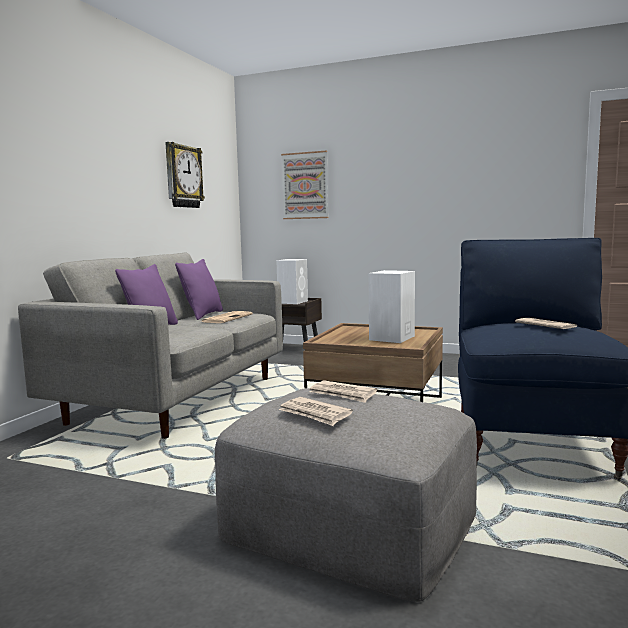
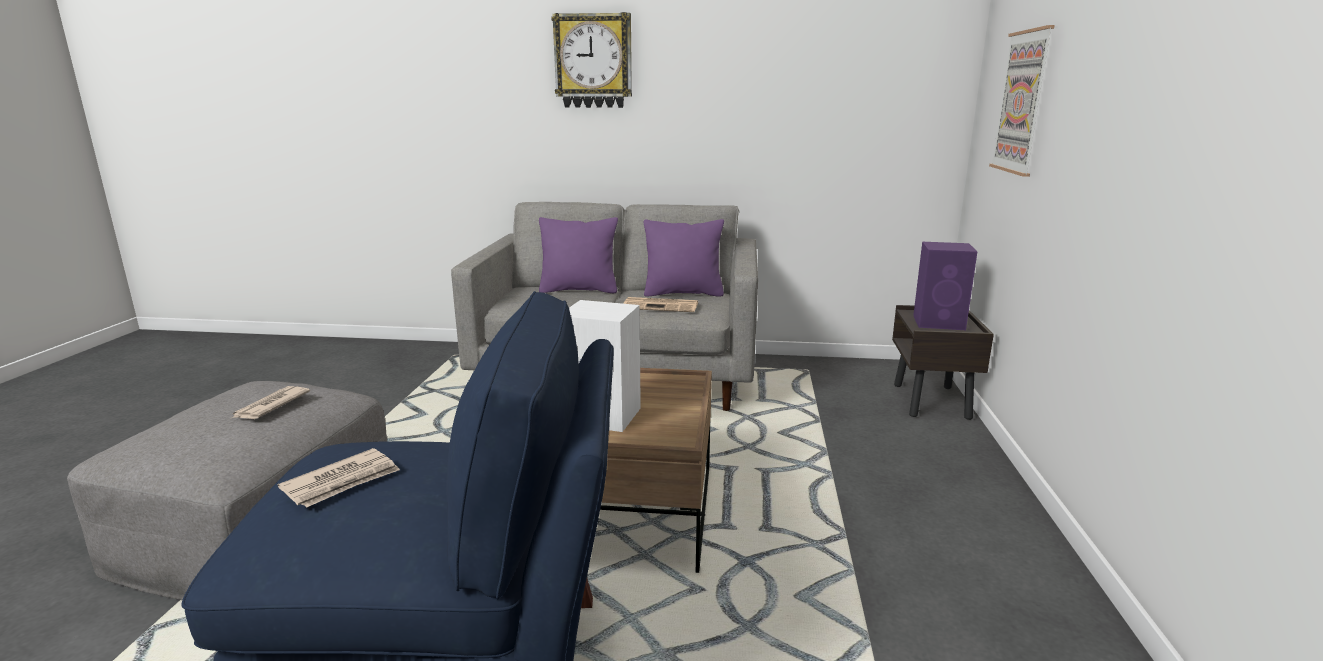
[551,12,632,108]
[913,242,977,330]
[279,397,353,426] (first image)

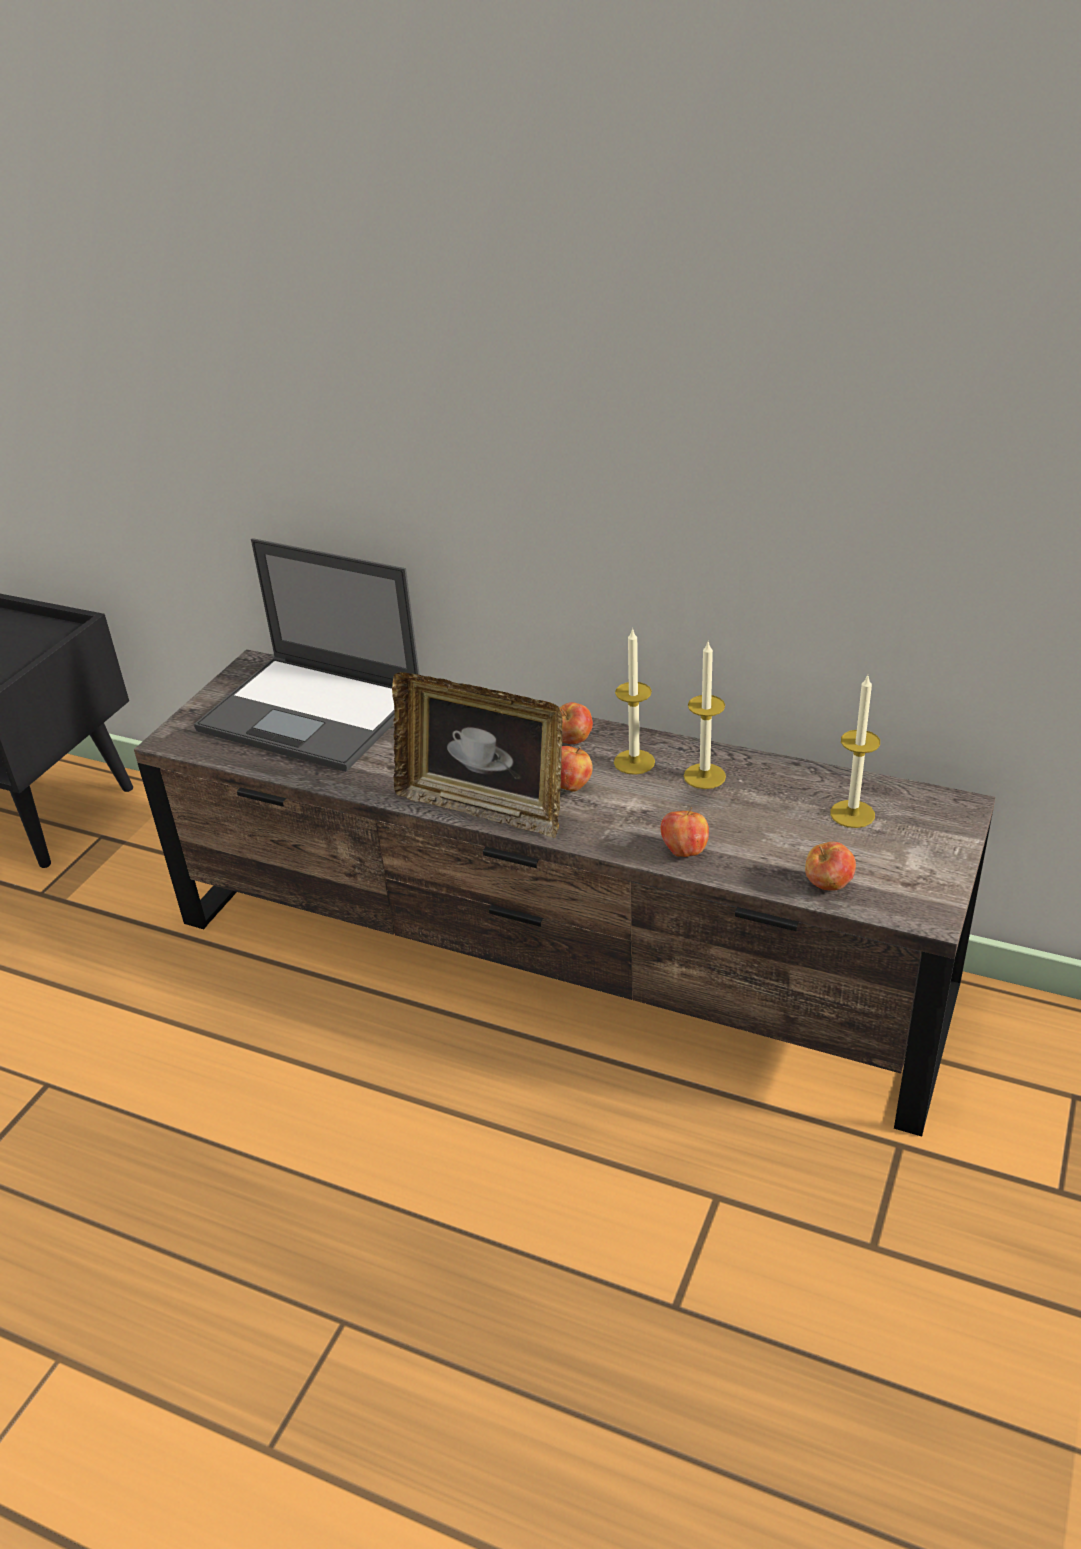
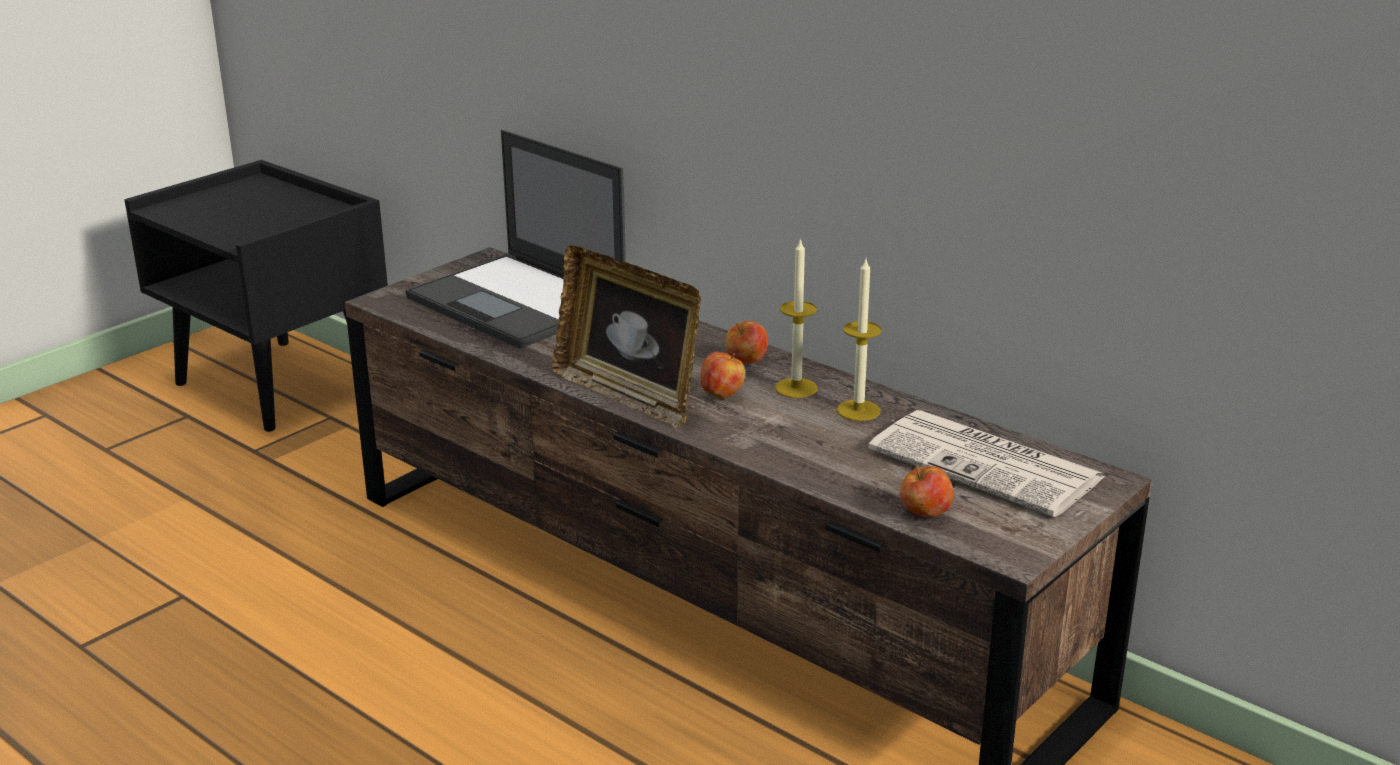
[661,807,709,857] (first image)
[868,410,1105,517]

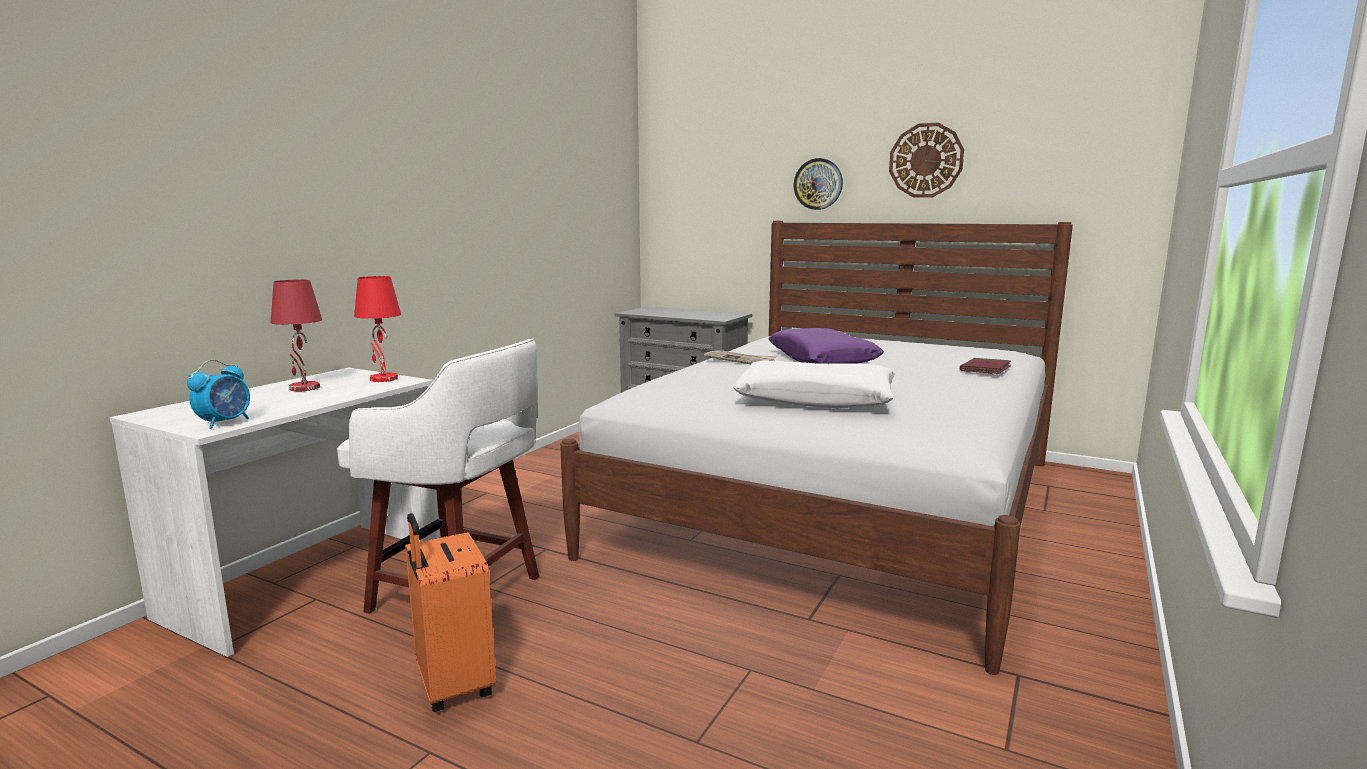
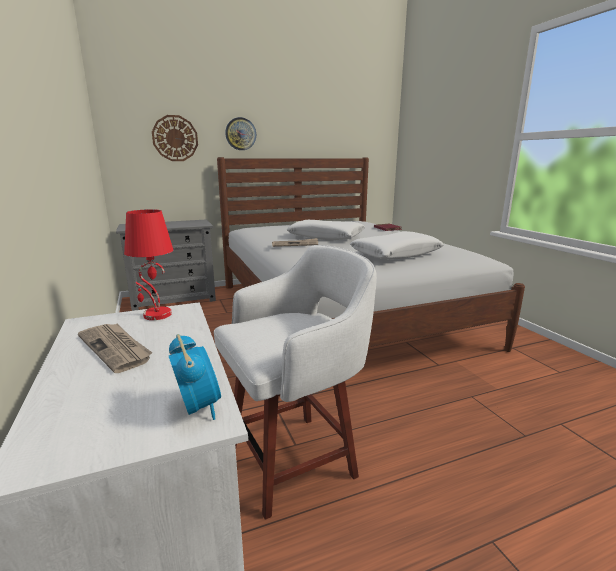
[78,324,152,373]
[405,513,496,712] (first image)
[287,220,365,241]
[152,115,198,161]

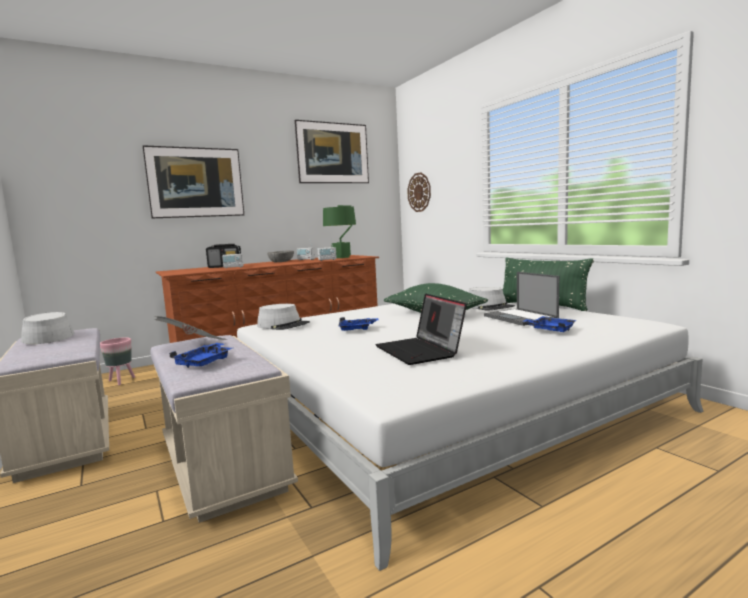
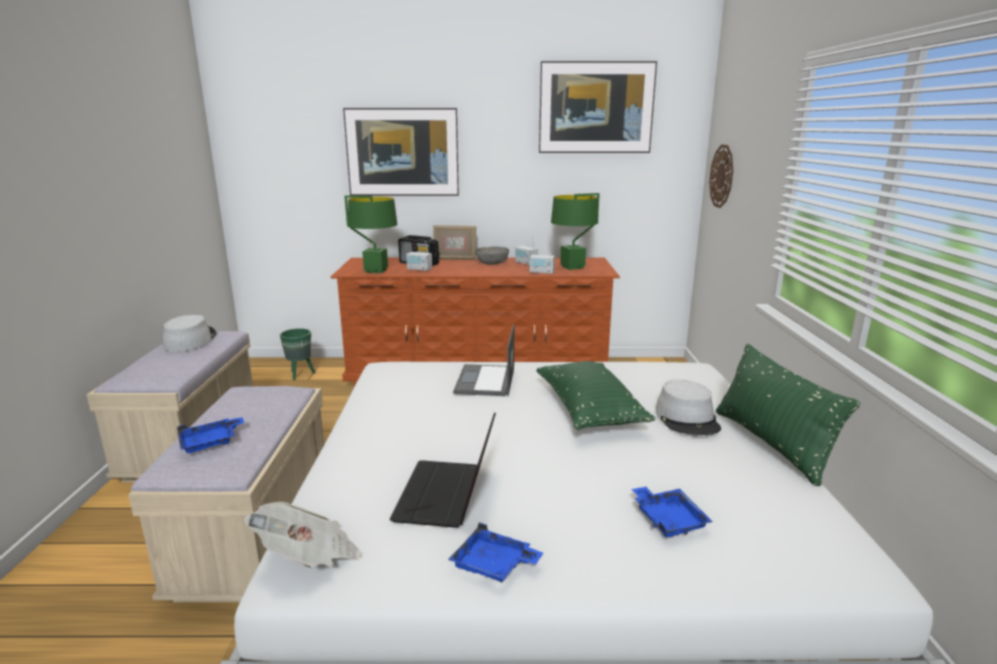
[280,328,315,381]
[244,502,363,568]
[257,304,310,330] (first image)
[448,523,543,582]
[453,324,514,396]
[345,195,398,273]
[433,225,476,260]

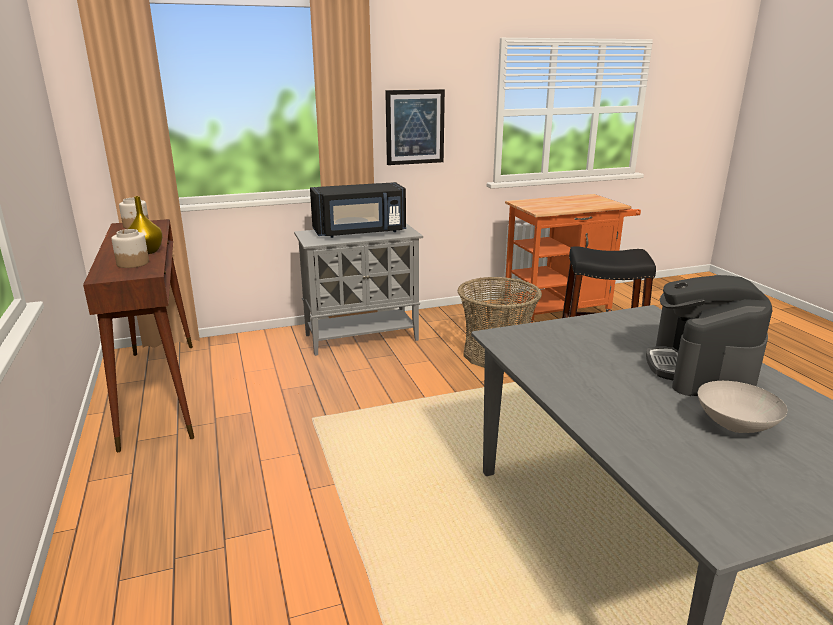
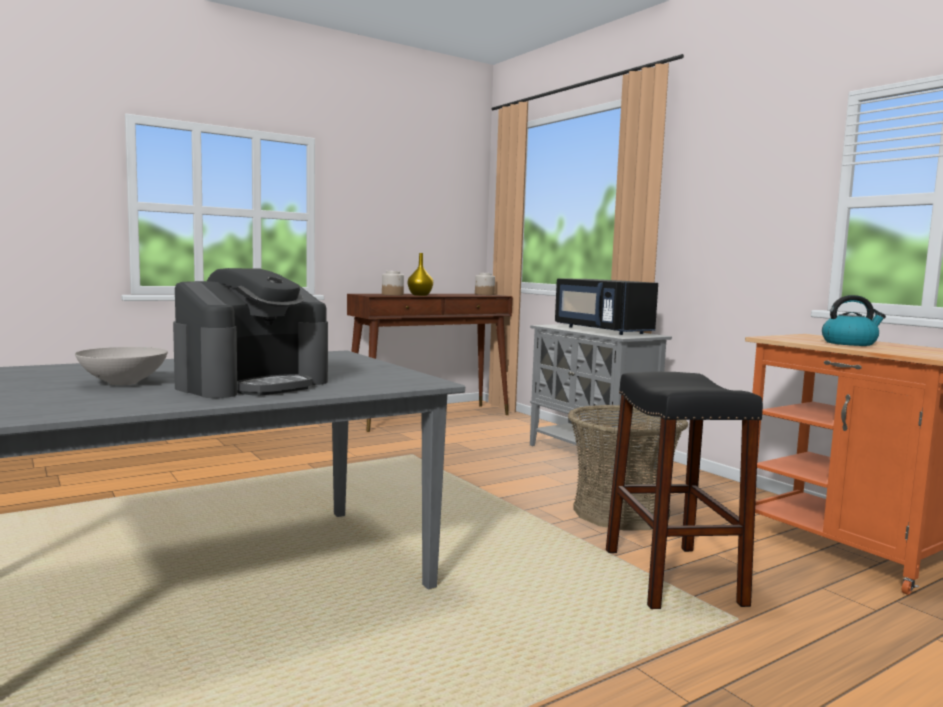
[385,89,445,165] (first image)
[173,268,328,398]
[822,295,886,346]

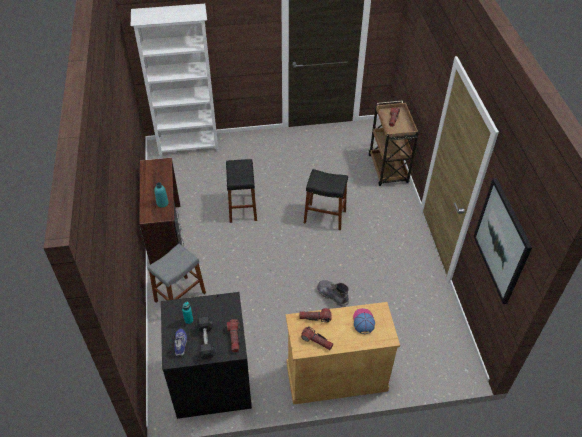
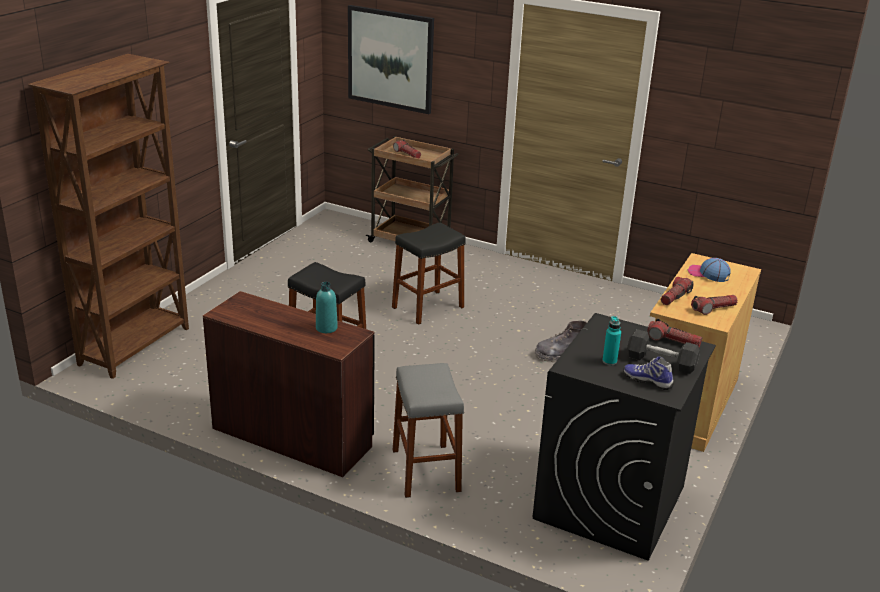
[28,54,189,379]
[348,5,434,114]

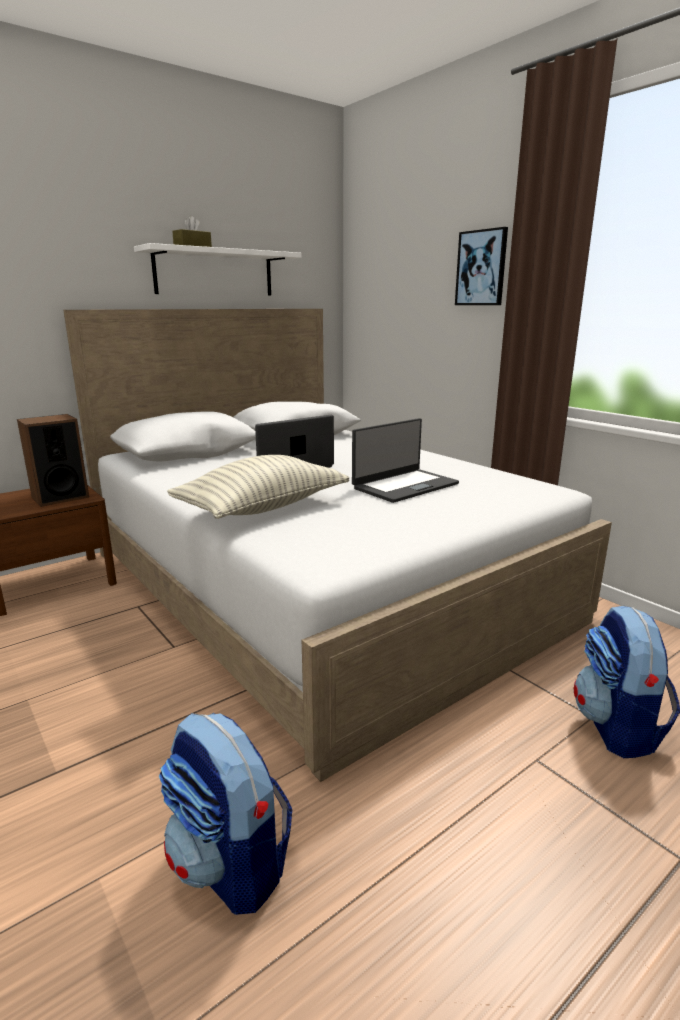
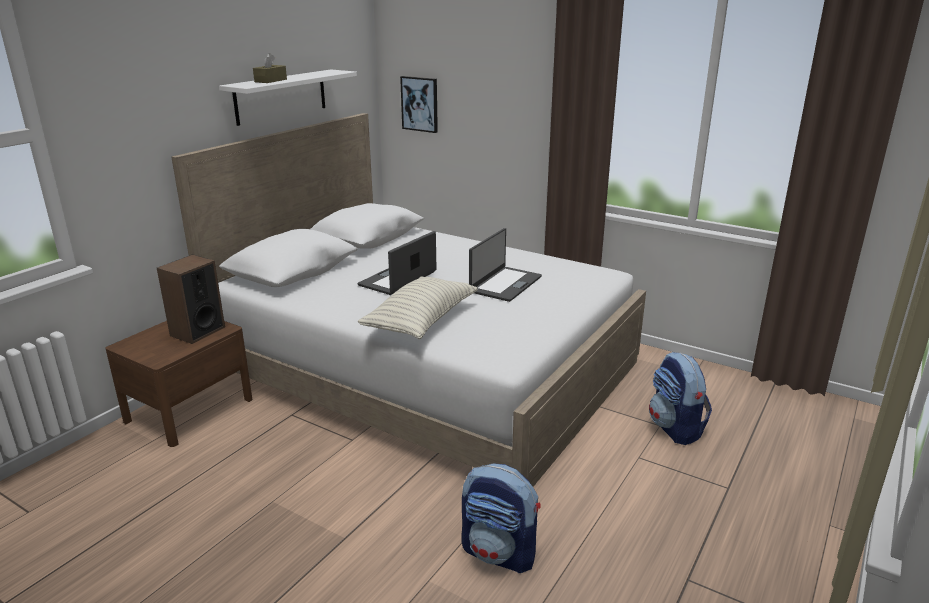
[400,76,438,133]

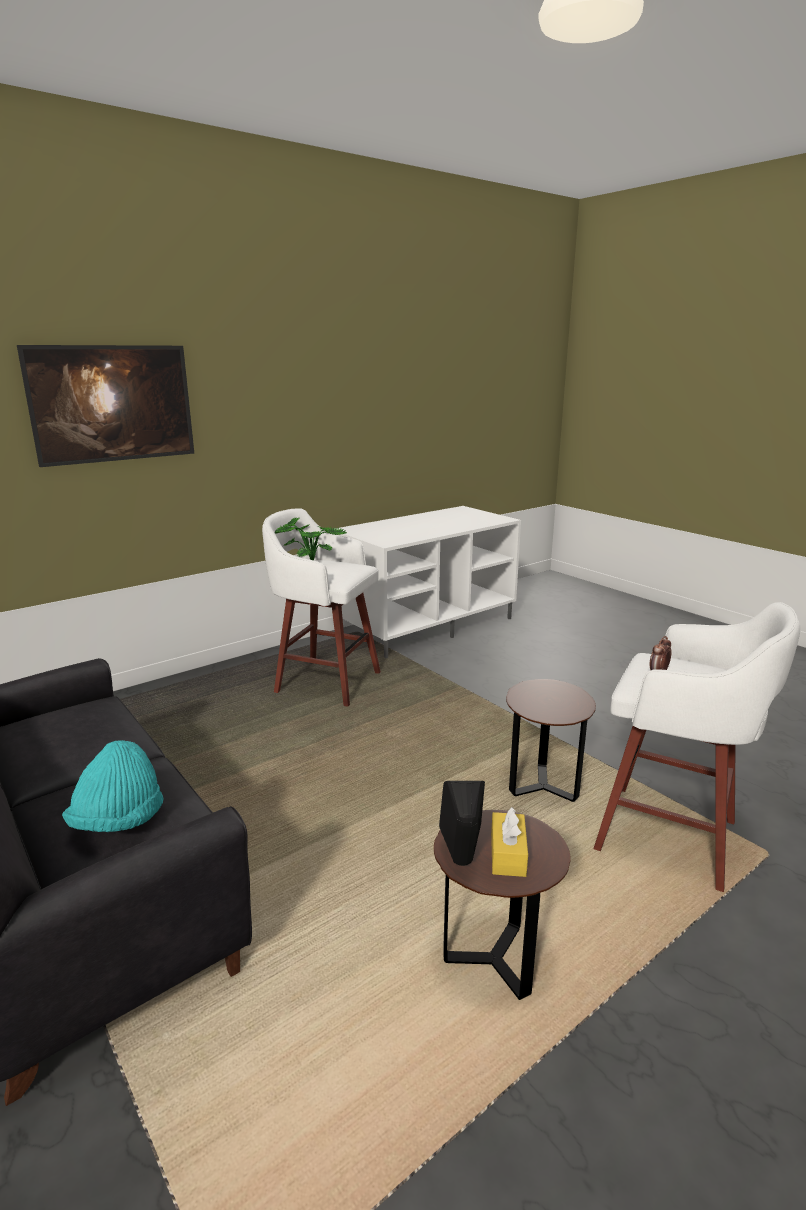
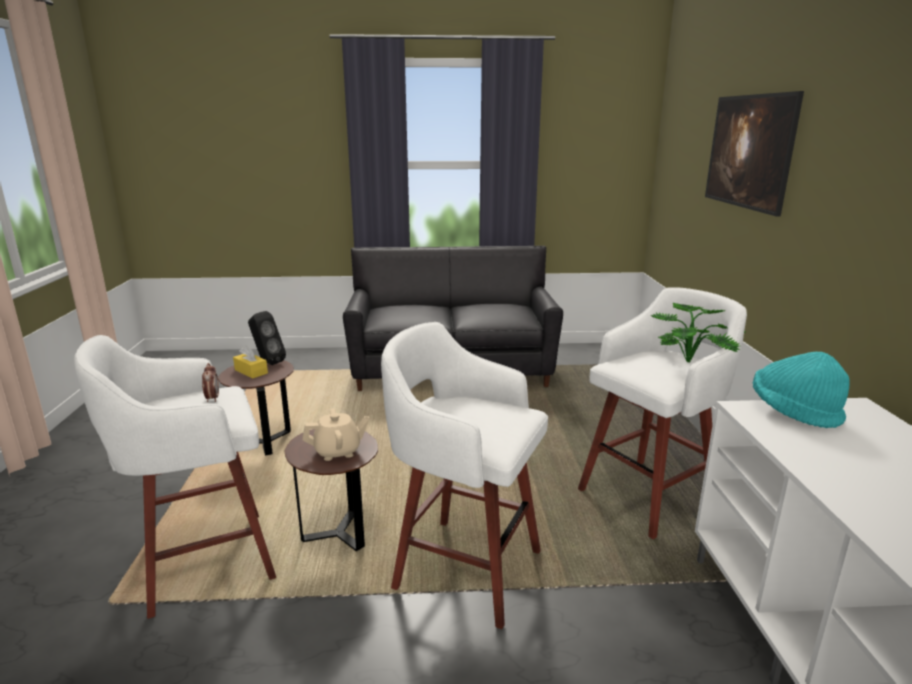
[753,352,850,428]
[302,408,370,461]
[381,322,548,629]

